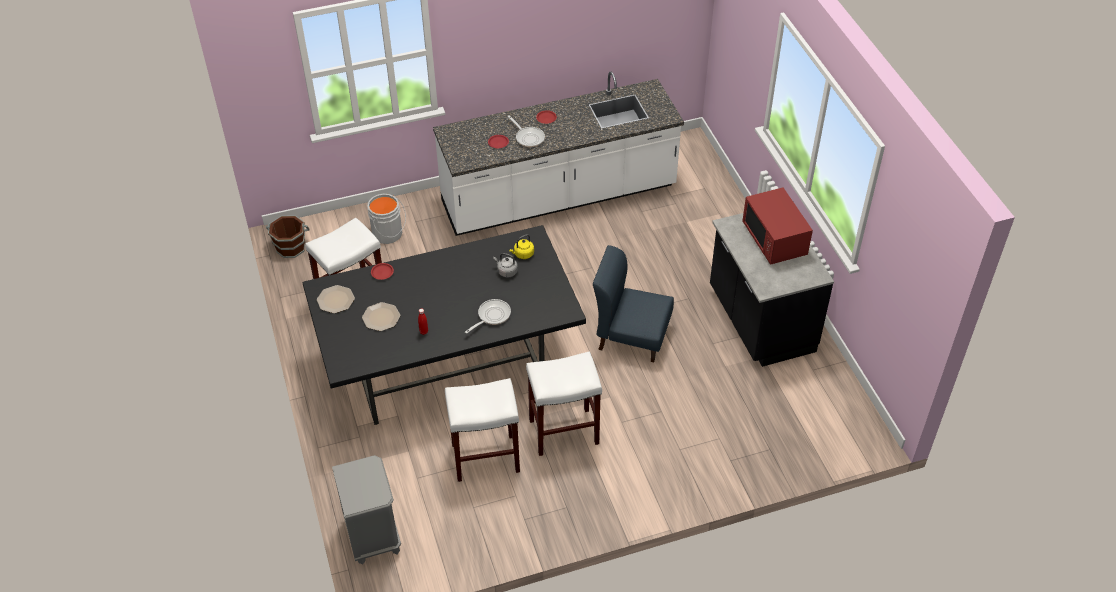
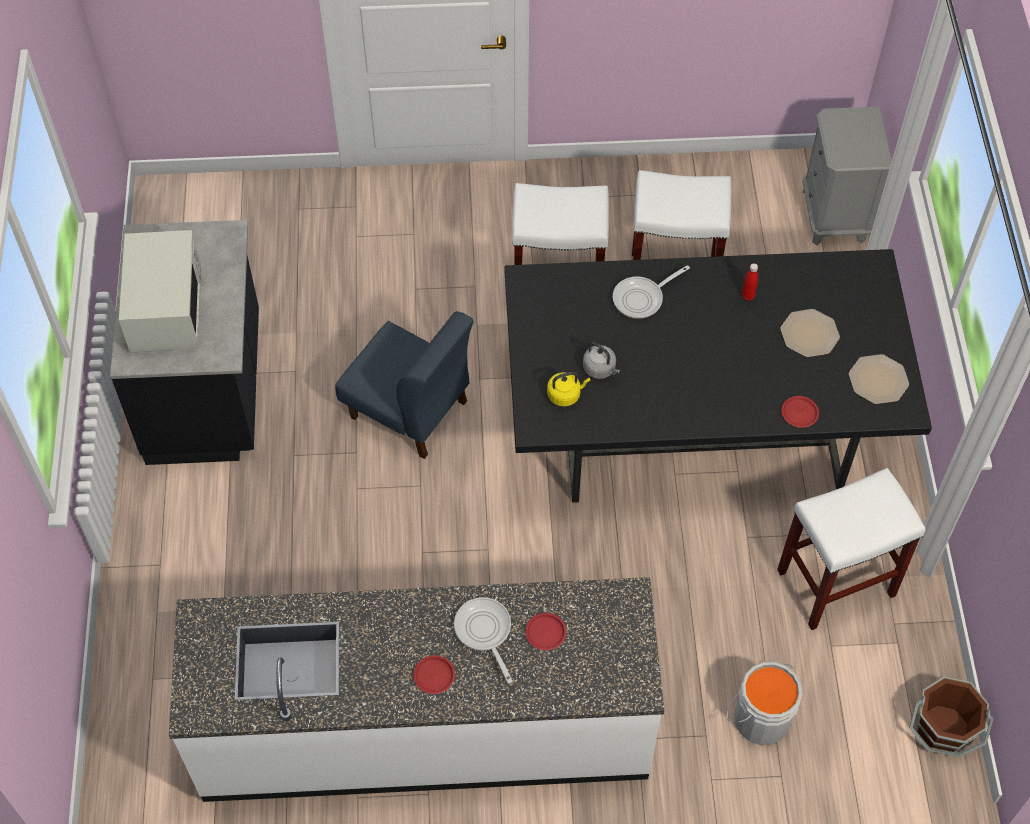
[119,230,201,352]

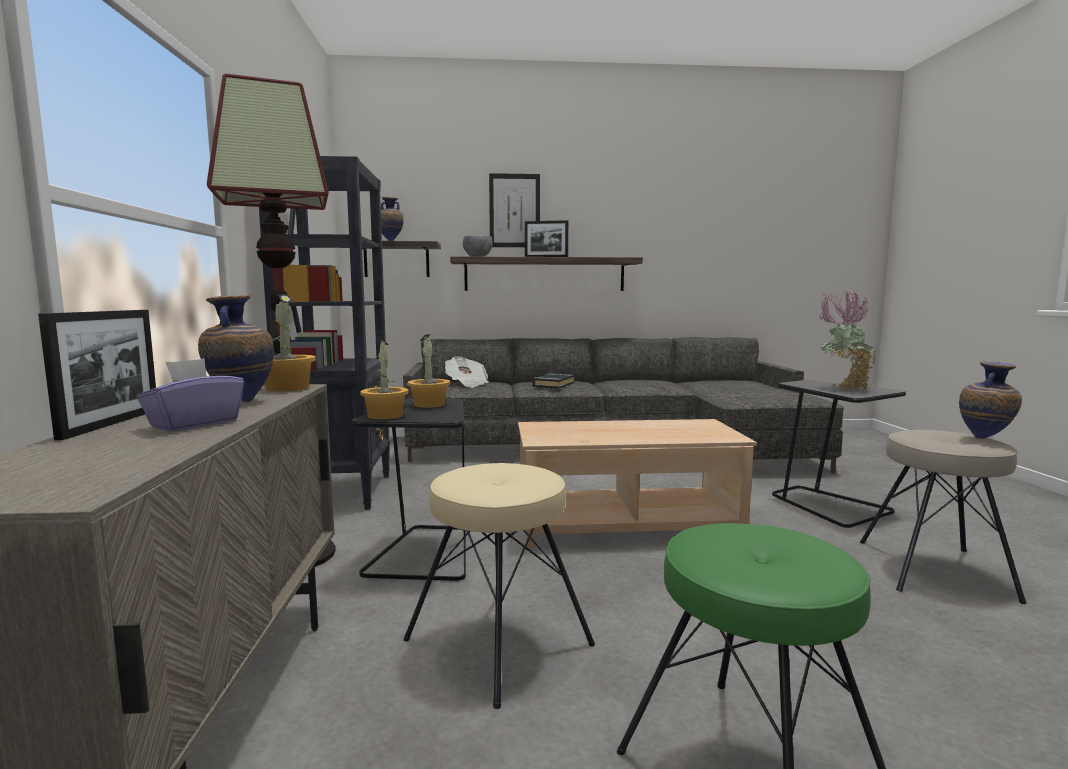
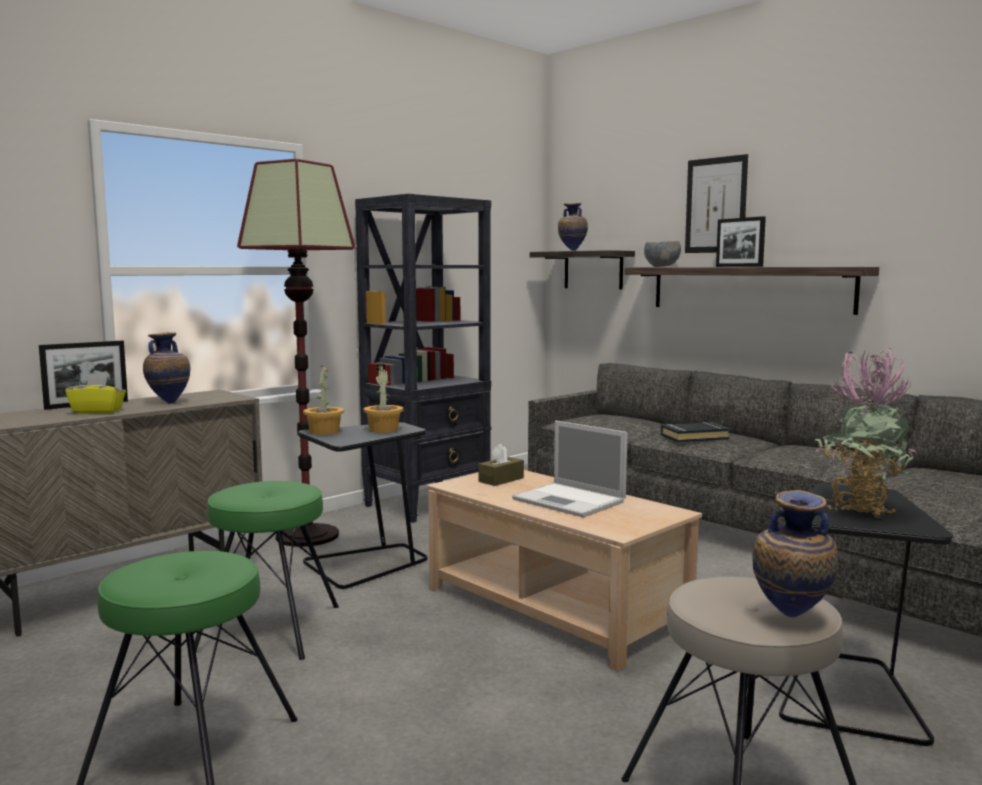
[65,374,126,414]
[264,294,316,392] (first image)
[194,481,339,660]
[445,356,489,388] (first image)
[479,444,524,486]
[512,421,628,518]

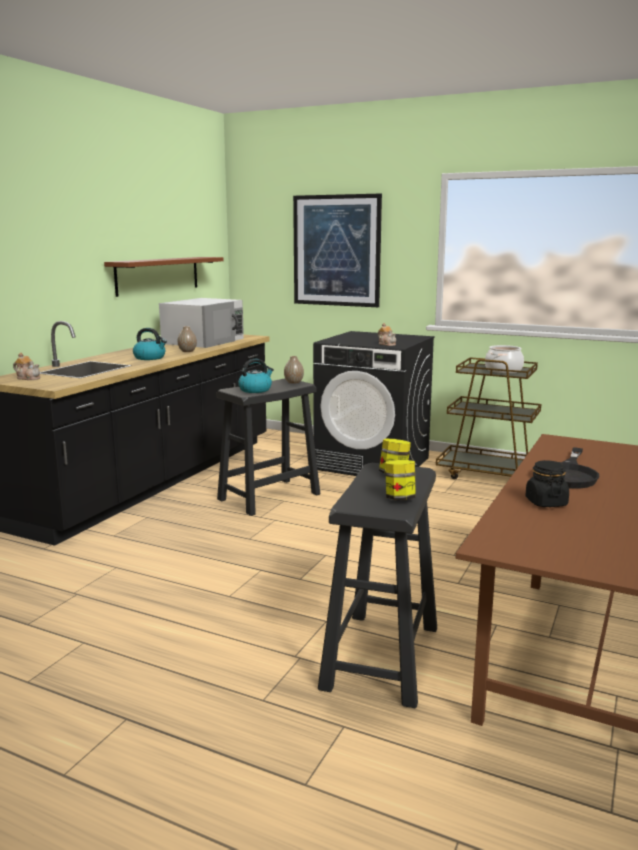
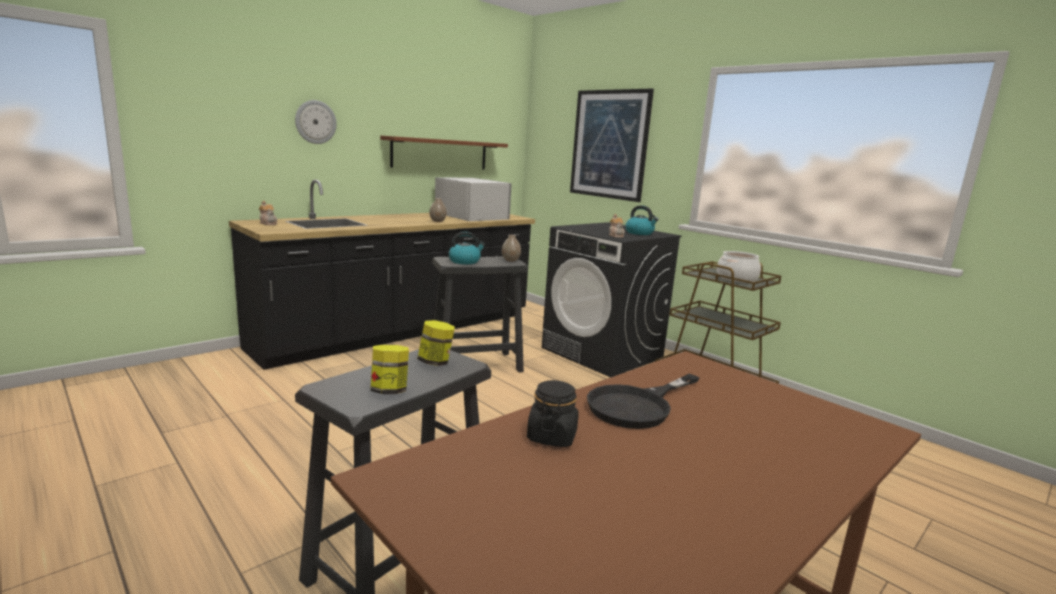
[626,205,659,235]
[435,177,512,221]
[295,100,337,144]

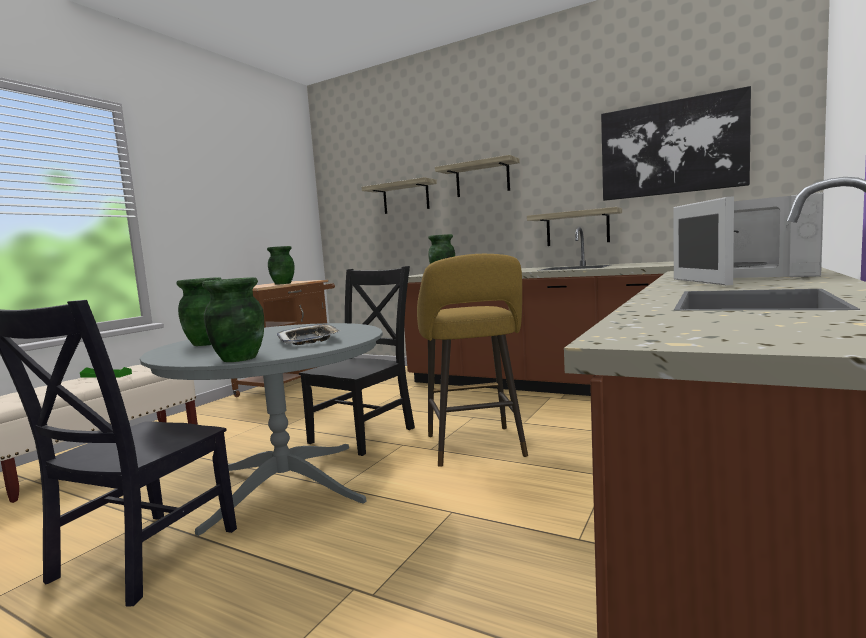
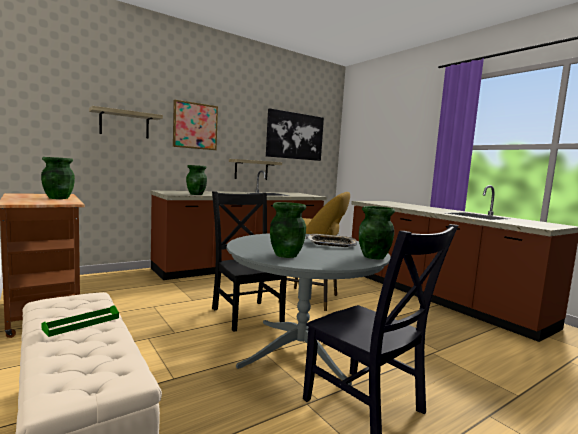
[173,100,218,150]
[673,192,824,285] (first image)

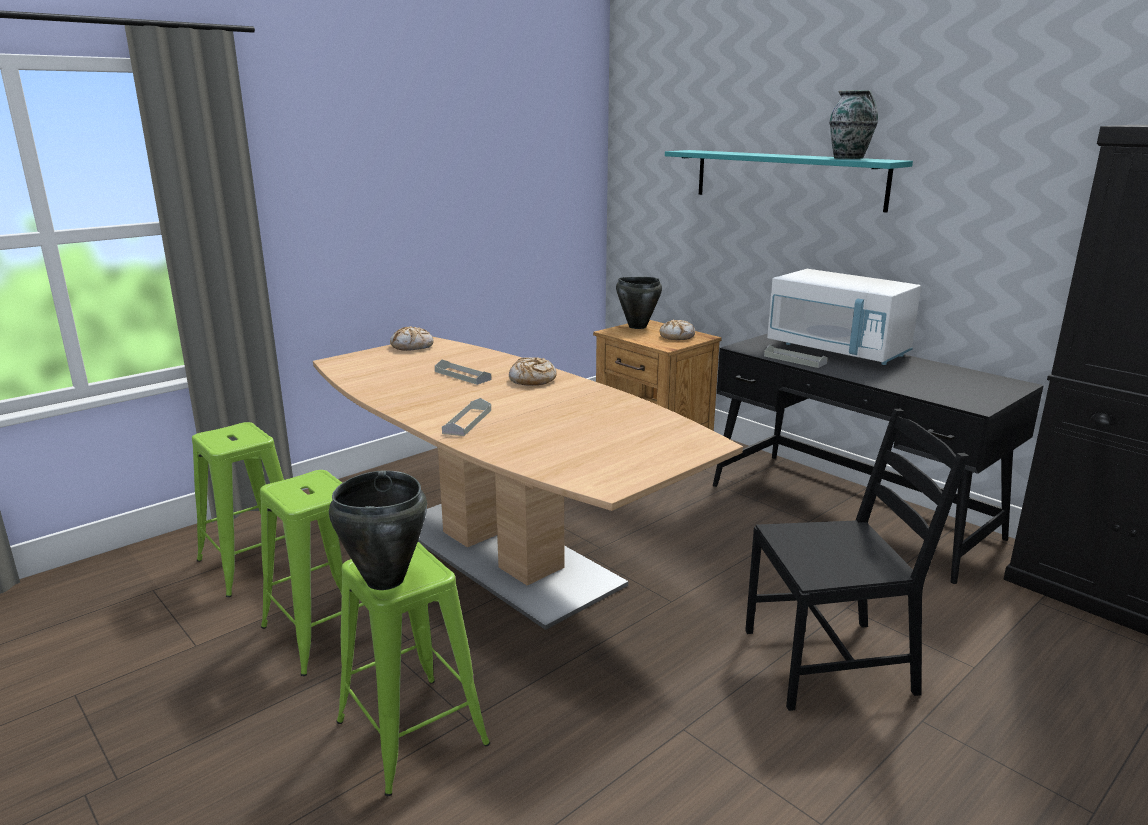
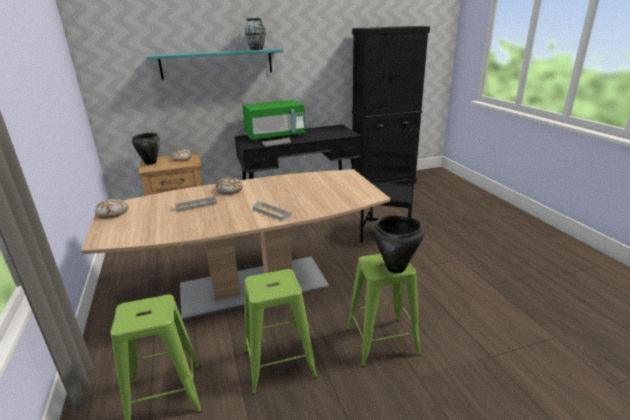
[243,100,305,140]

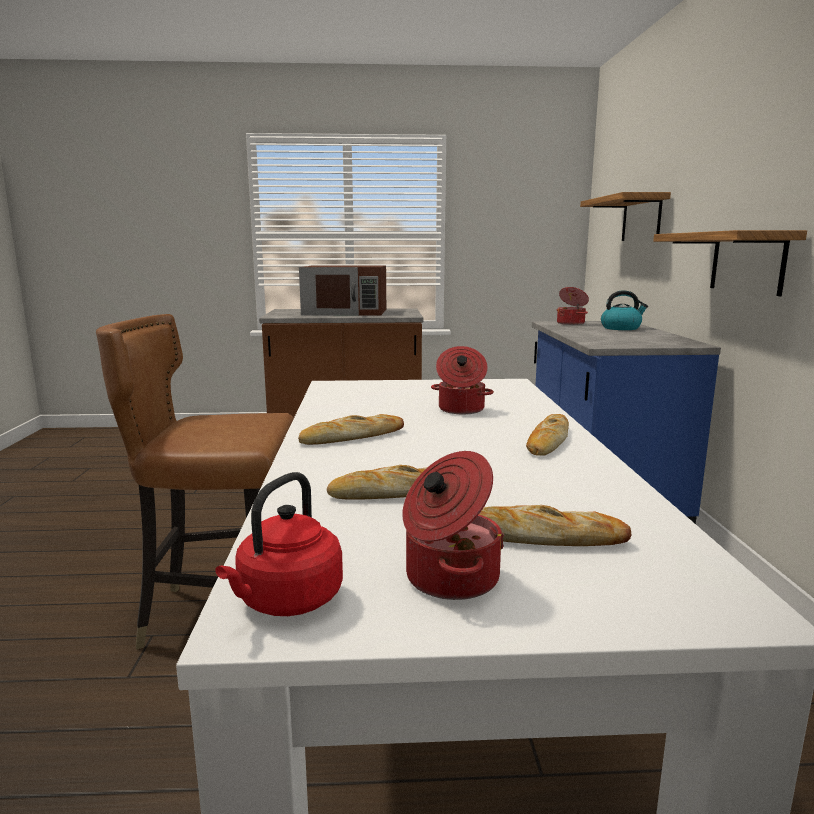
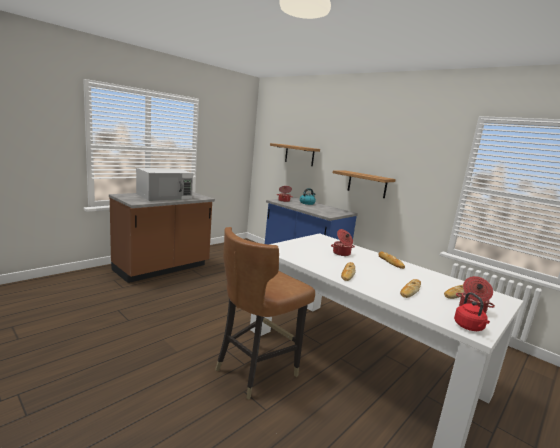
[136,168,193,201]

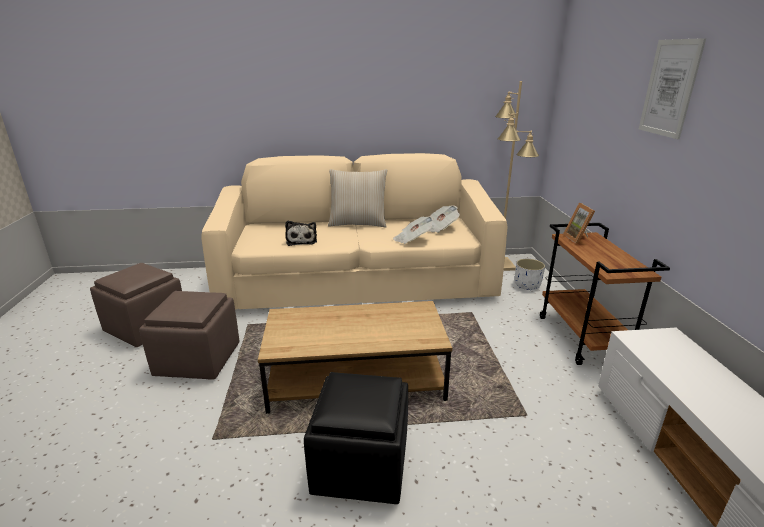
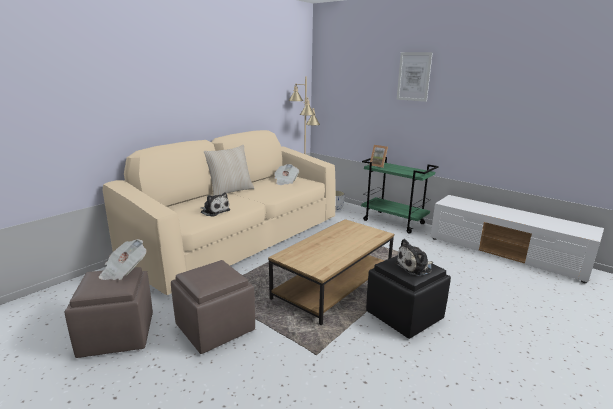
[99,239,147,280]
[361,157,439,233]
[395,239,433,276]

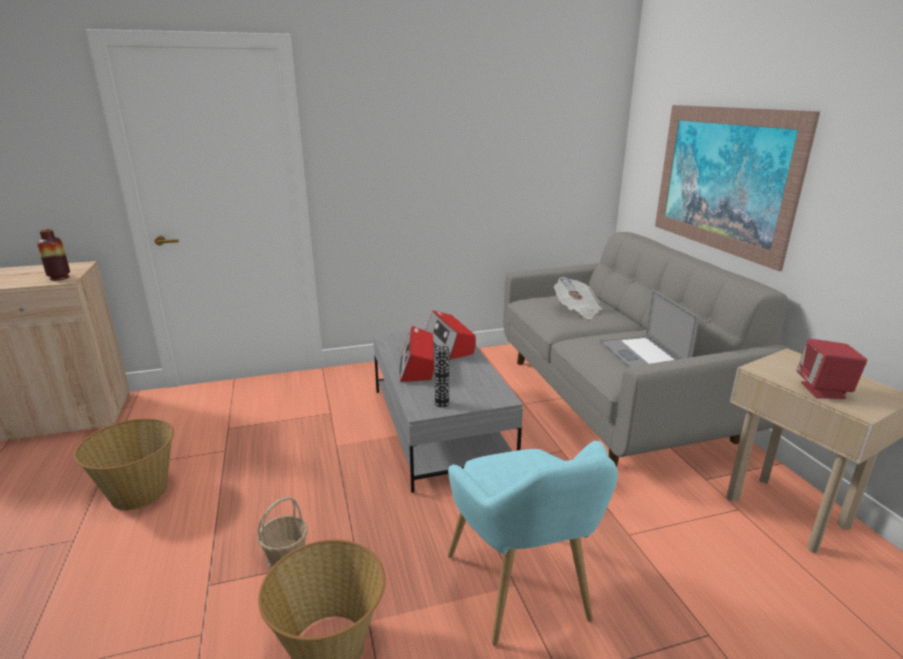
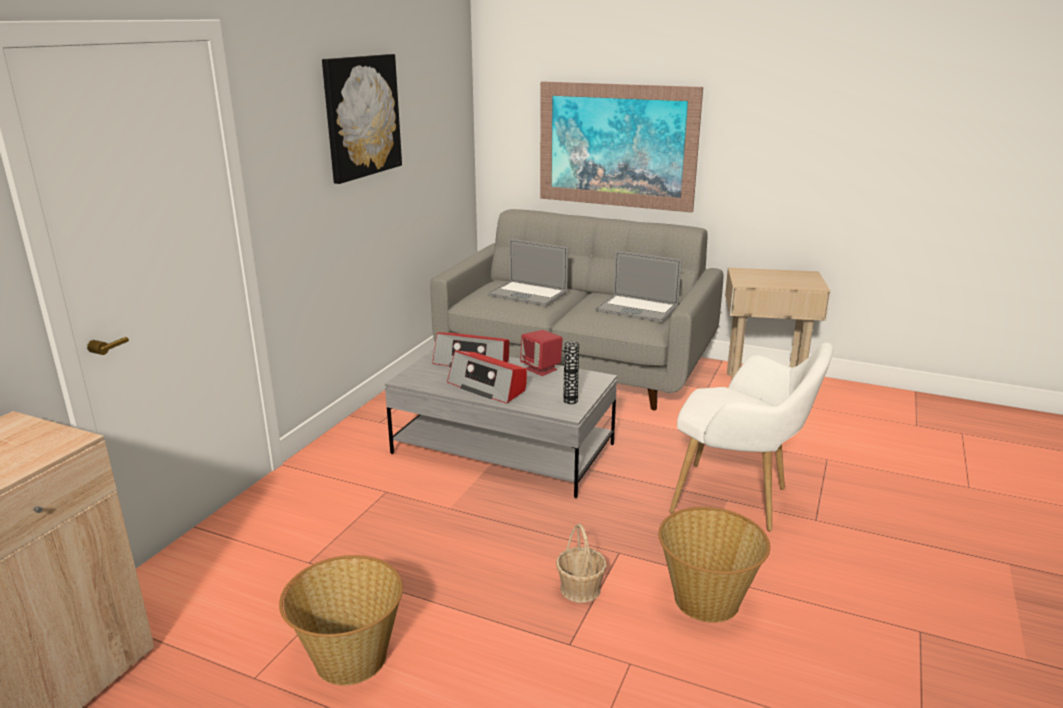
[37,229,70,281] (first image)
[669,342,833,531]
[487,239,568,306]
[520,330,563,376]
[322,54,402,184]

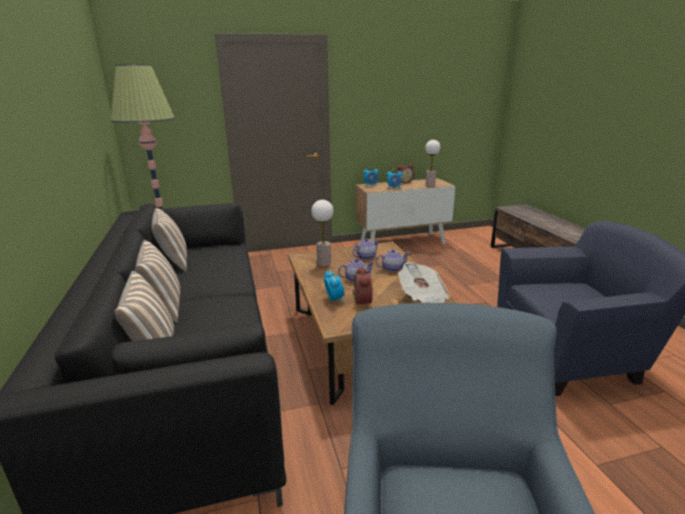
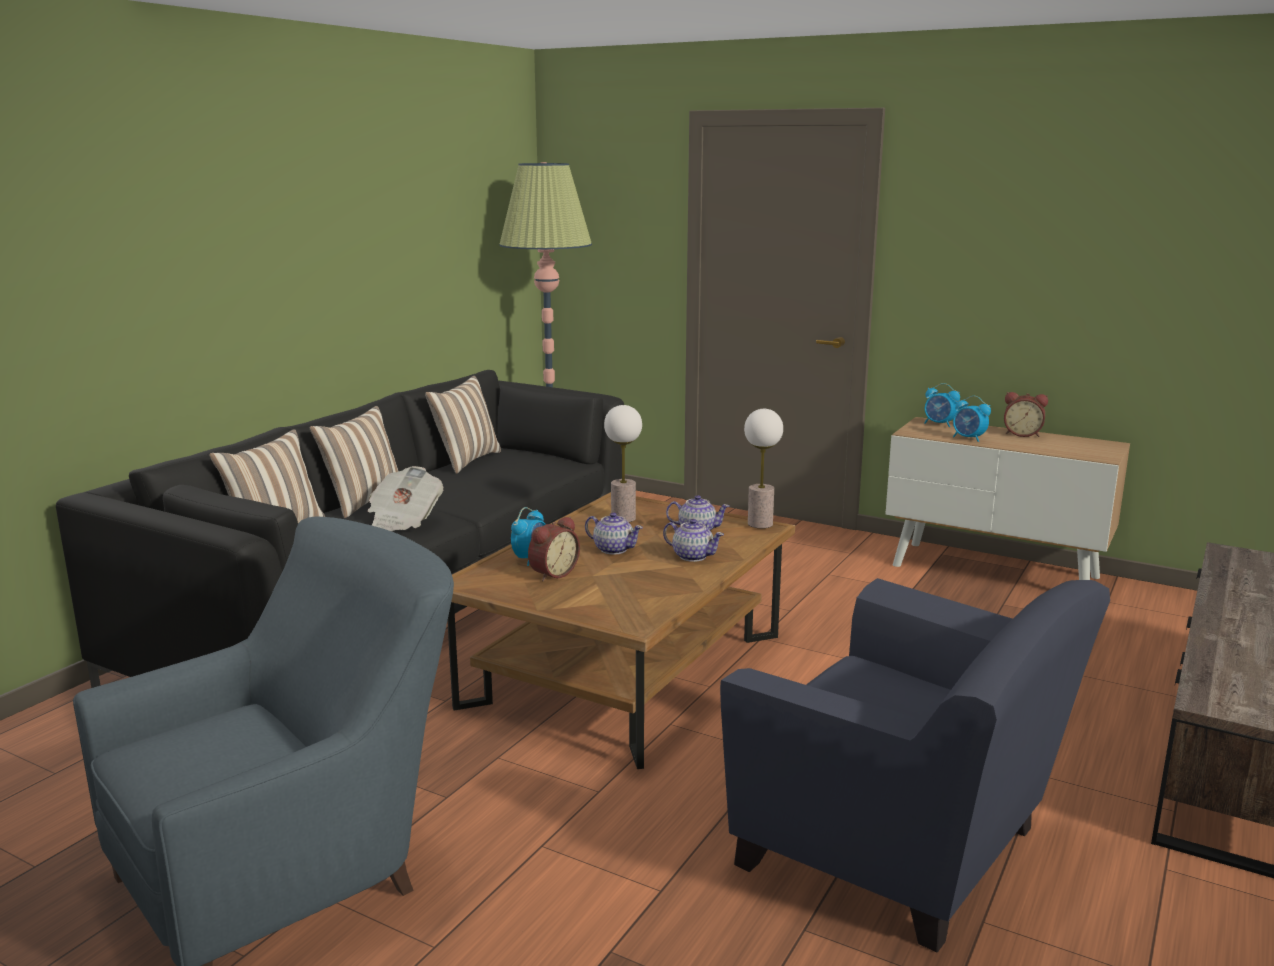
[368,466,444,531]
[744,409,783,528]

